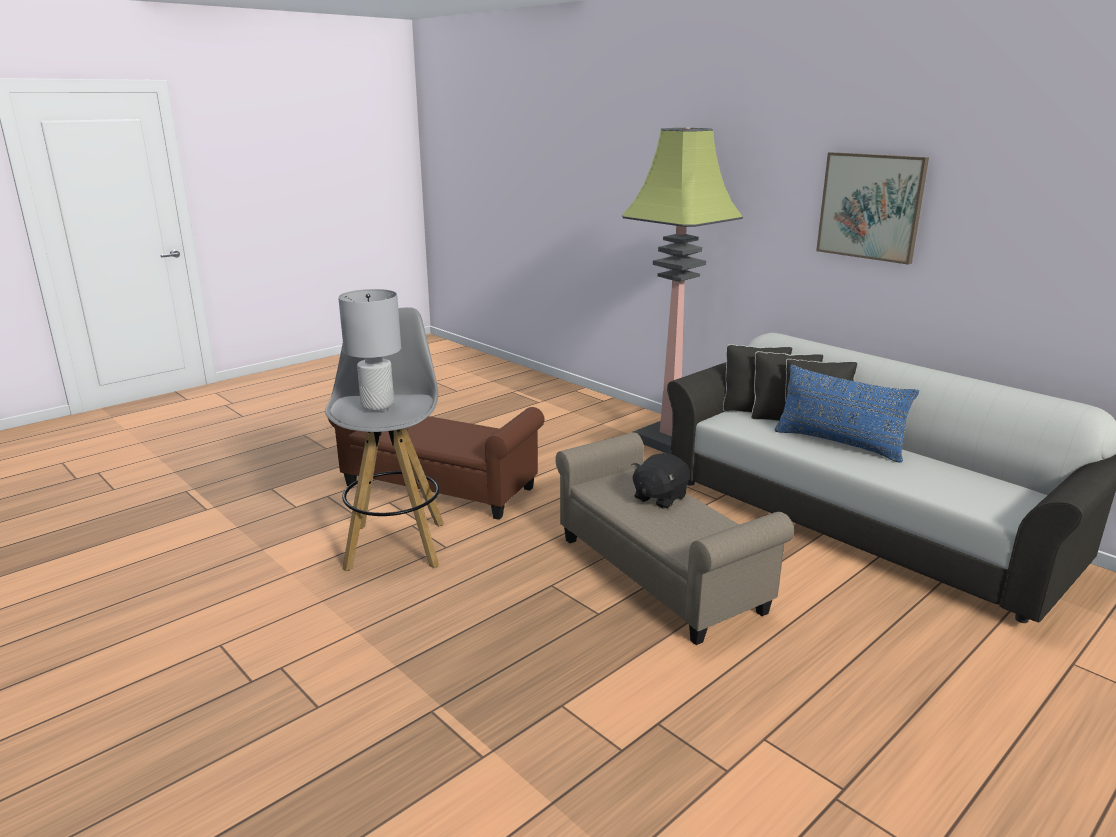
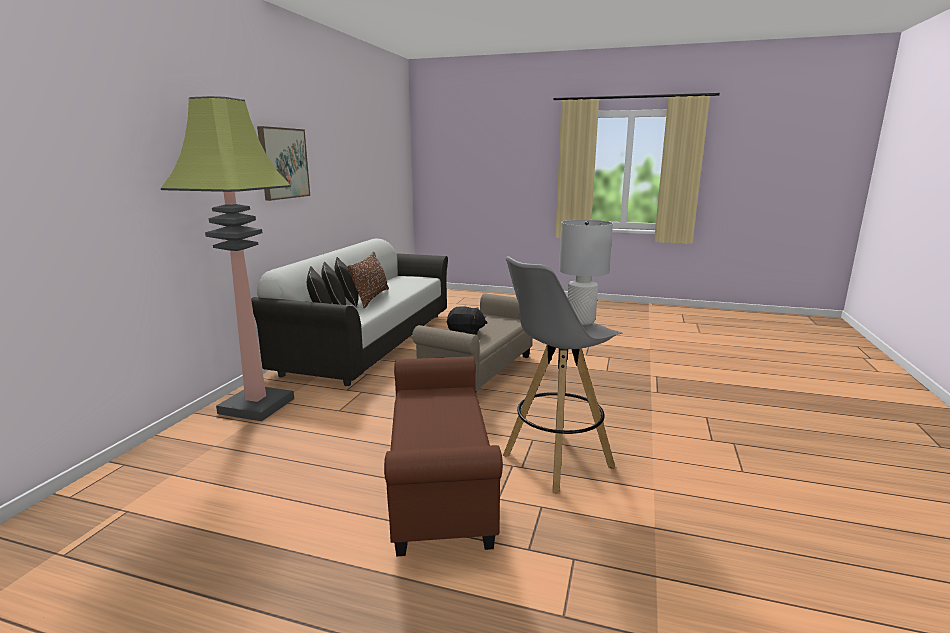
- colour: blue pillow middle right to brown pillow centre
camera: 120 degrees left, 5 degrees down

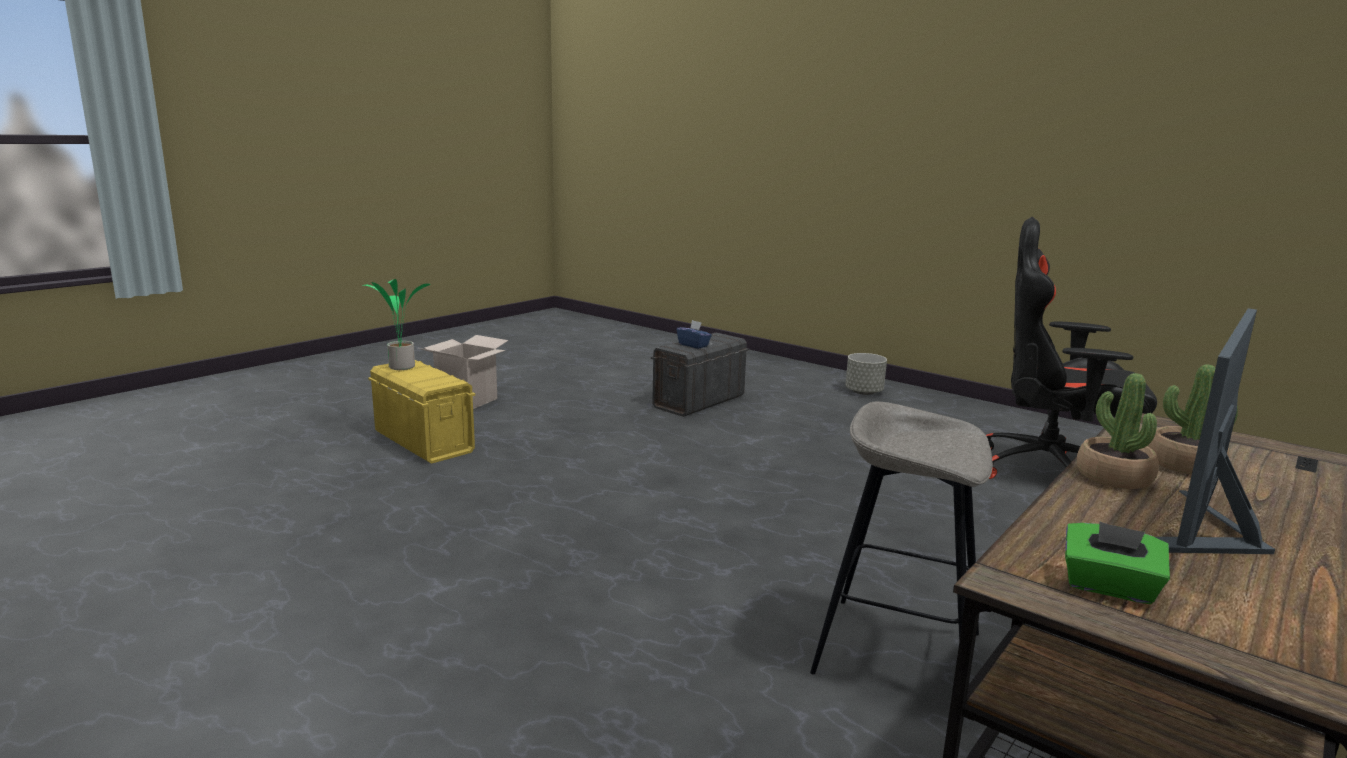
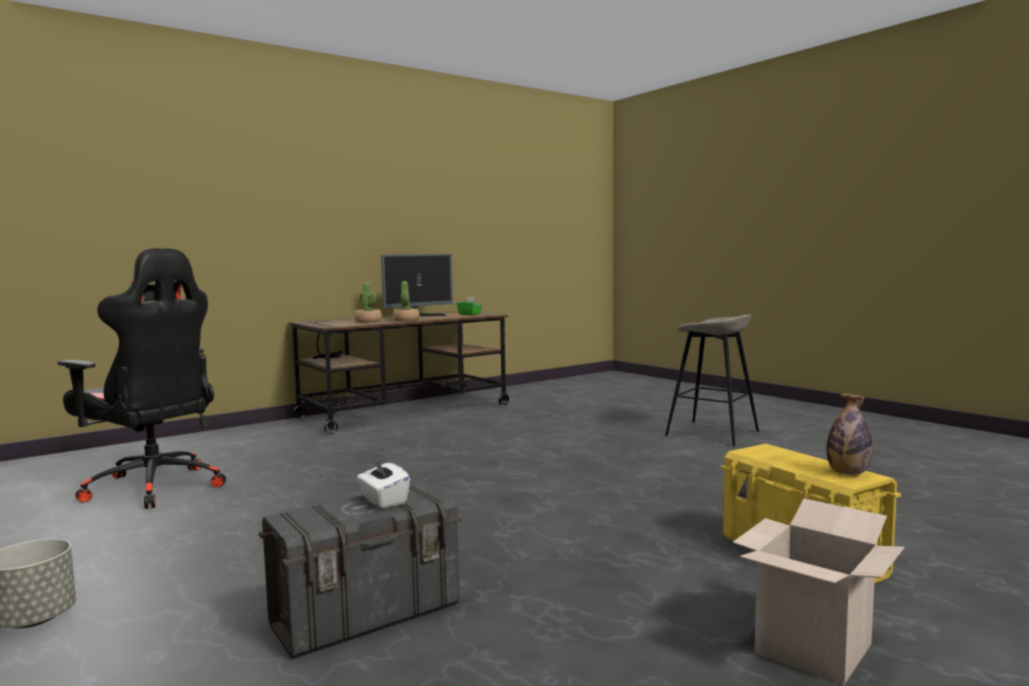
- relocated: grey stool bottom right to middle right
- exchanged: potted plant (no. 1 from left) middle left to bottle middle right
- colour: blue tissue box centre to white tissue box bottom centre
camera: 165 degrees left, 10 degrees down

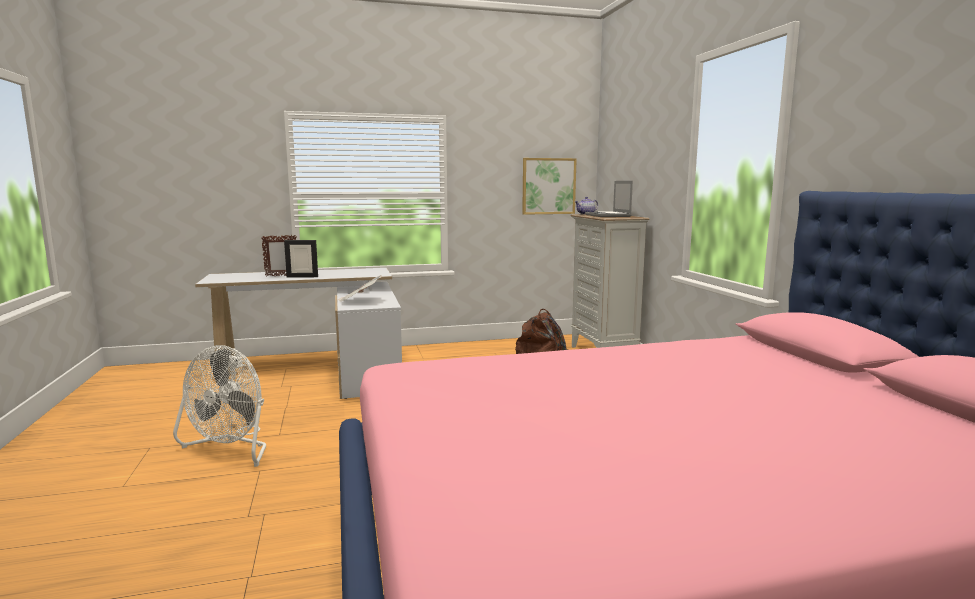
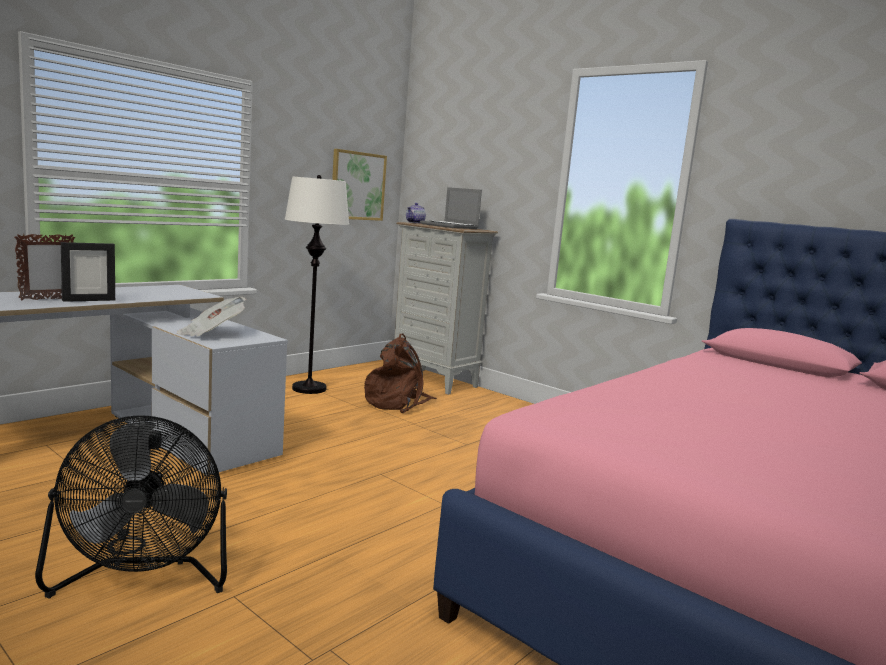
- appeared: white floor lamp centre
- colour: white fan bottom left to black fan bottom left
camera: 35 degrees left, 0 degrees up

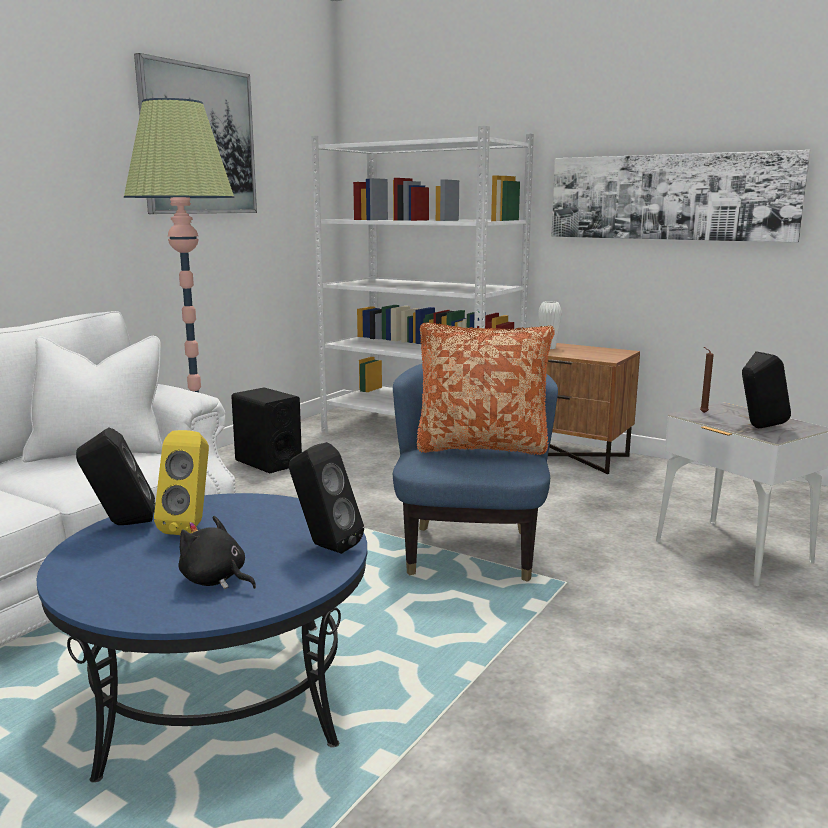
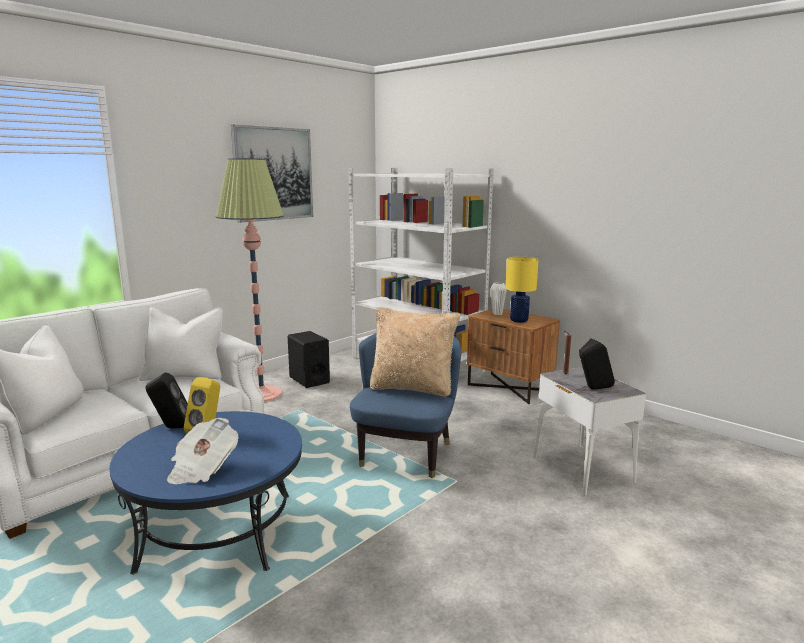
- missing: black speaker (no. 3 from left) centre
- missing: picture (no. 2 from left) top right
- appeared: yellow table lamp centre
- exchanged: black plush toy bottom left to newspaper bottom left
- colour: orange pillow centre to beige pillow centre
camera: 10 degrees right, 0 degrees up

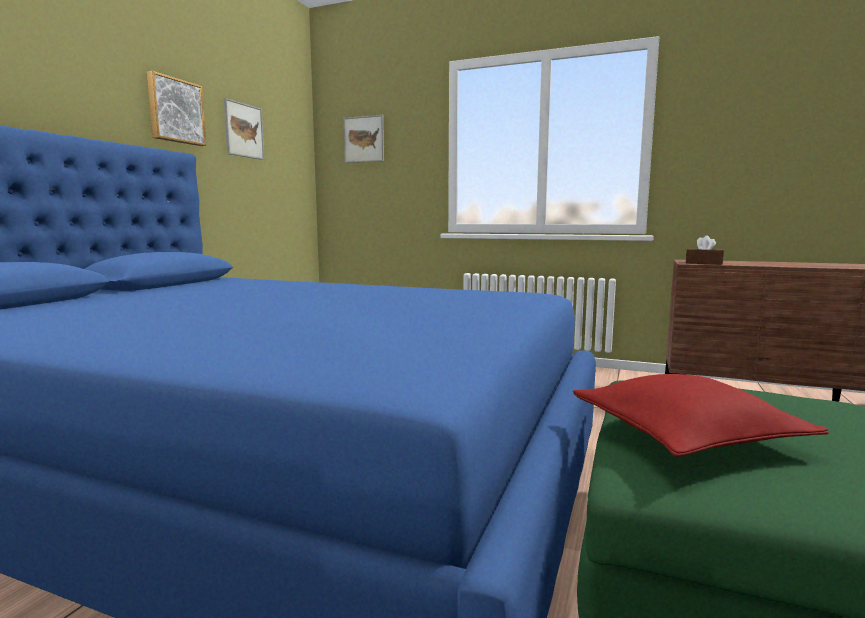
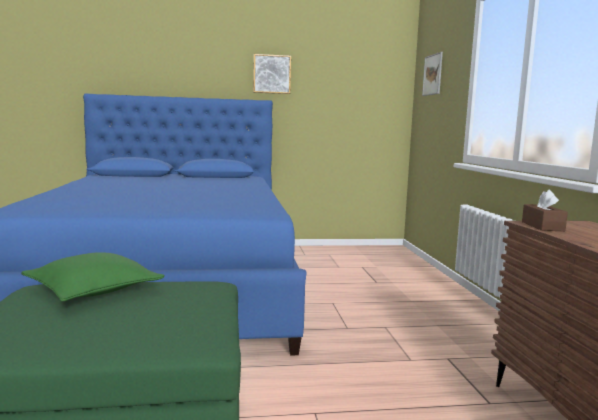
- missing: picture (no. 2 from left) top left
- colour: red pillow bottom right to green pillow middle left
camera: 60 degrees right, 0 degrees up

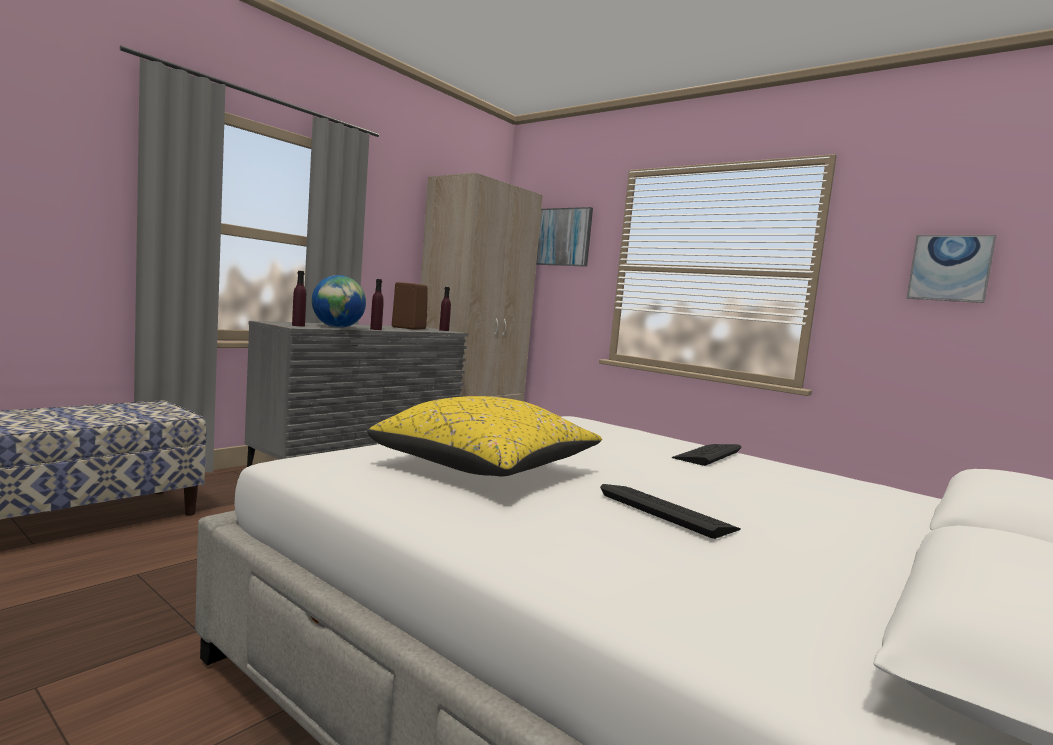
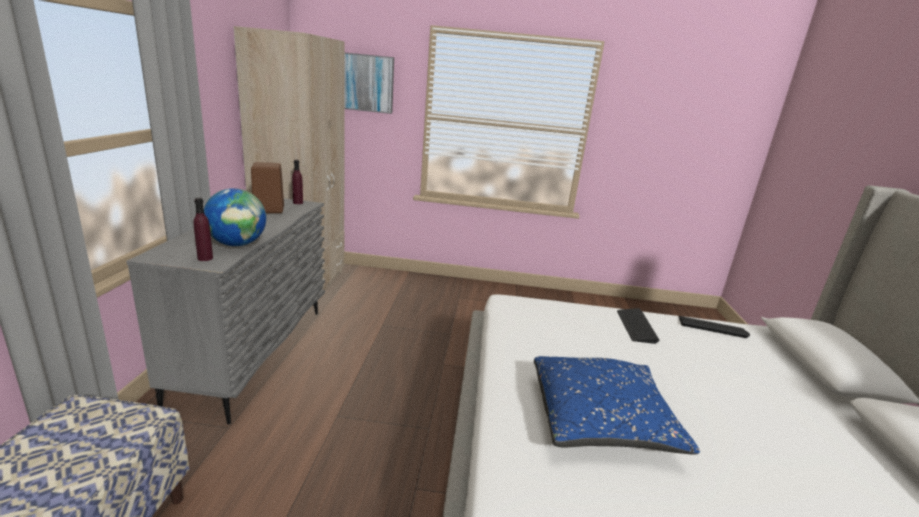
- missing: purple bottle (no. 2 from left) centre
- missing: picture (no. 2 from left) middle right
- relocated: keyboard (no. 1 from left in the first image) bottom centre to keyboard (no. 2 from left) middle right
- colour: yellow pillow centre to blue pillow bottom right
camera: 35 degrees left, 15 degrees up

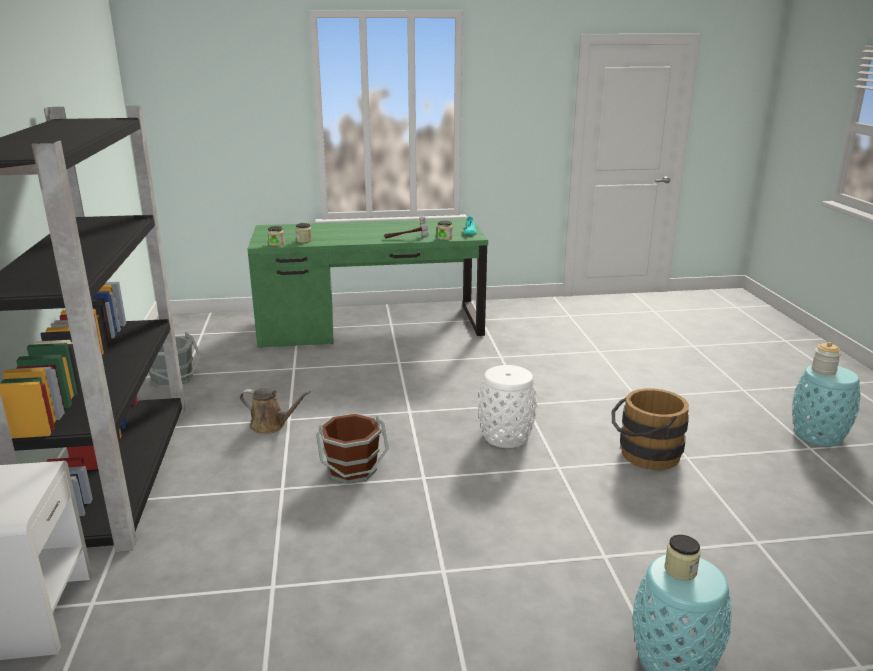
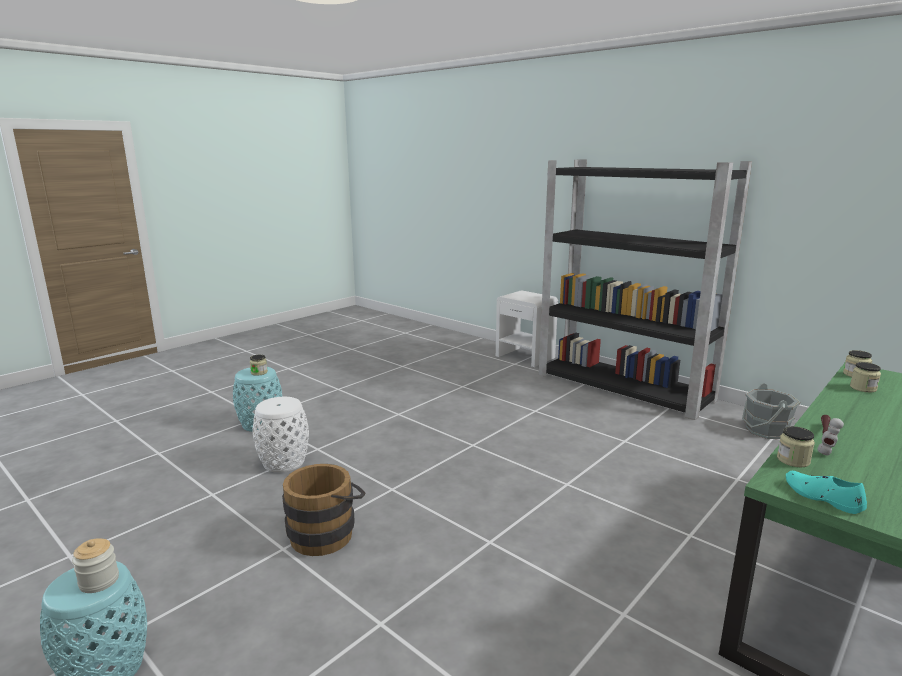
- missing: brown watering can middle left
- missing: brown bucket (no. 1 from left) bottom centre
- relocated: white stool centre to middle left
camera: 140 degrees right, 5 degrees down

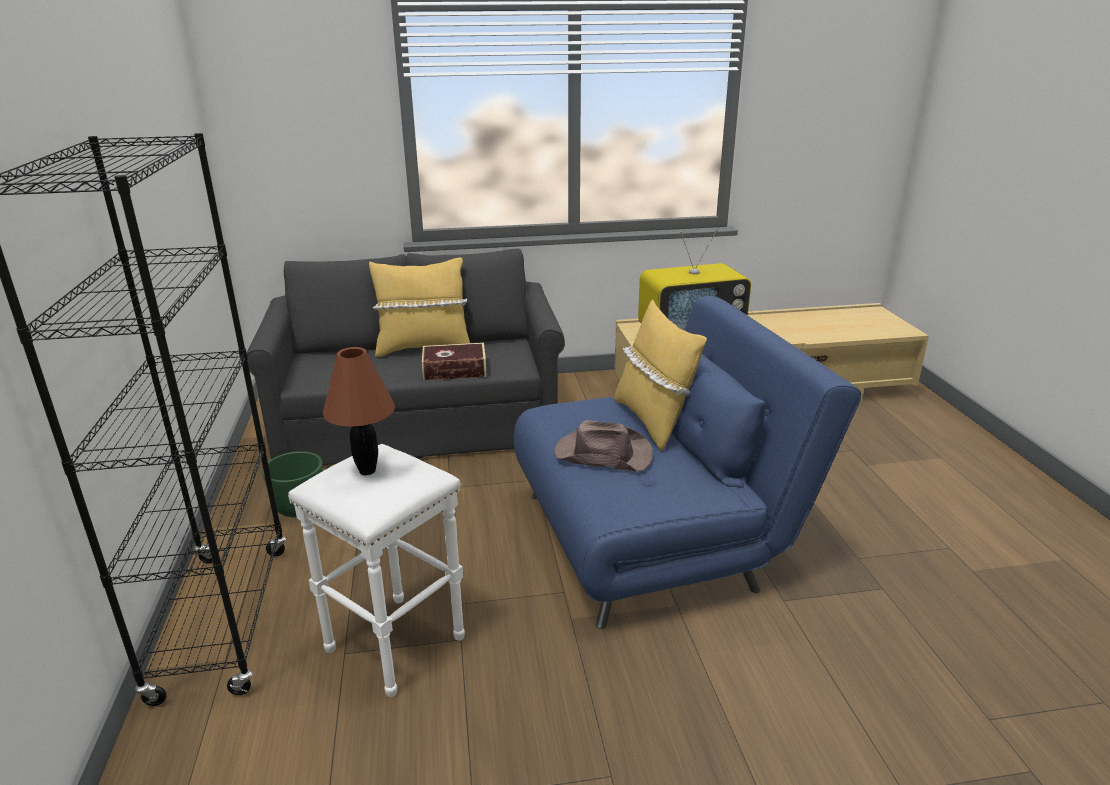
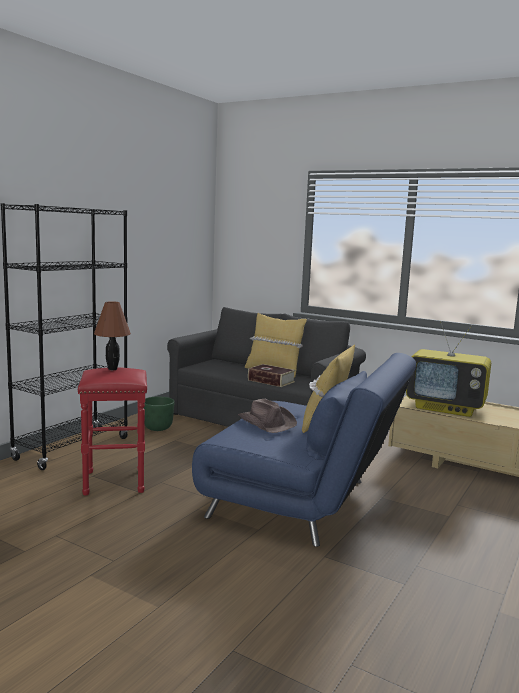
- colour: white stool bottom centre to red stool middle left
camera: 40 degrees right, 15 degrees down

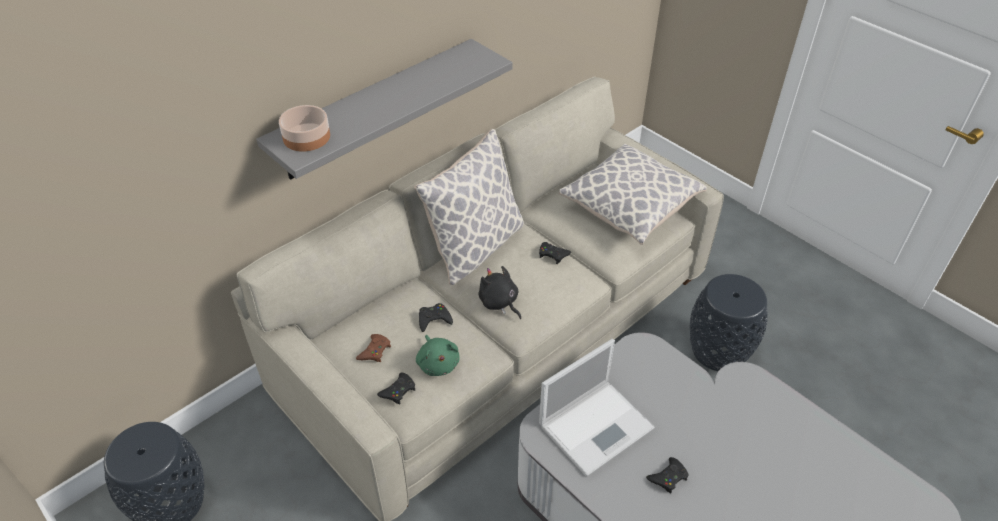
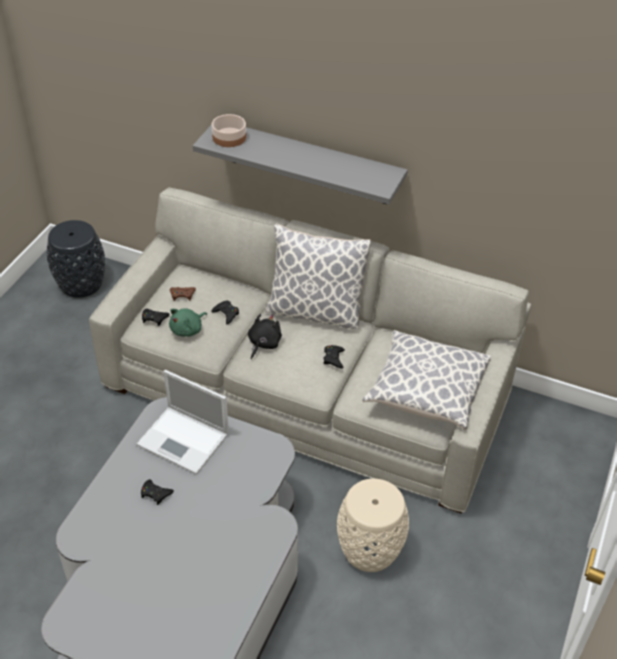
- colour: black stool (no. 2 from left) middle right to beige stool bottom centre
camera: 65 degrees right, 0 degrees up

